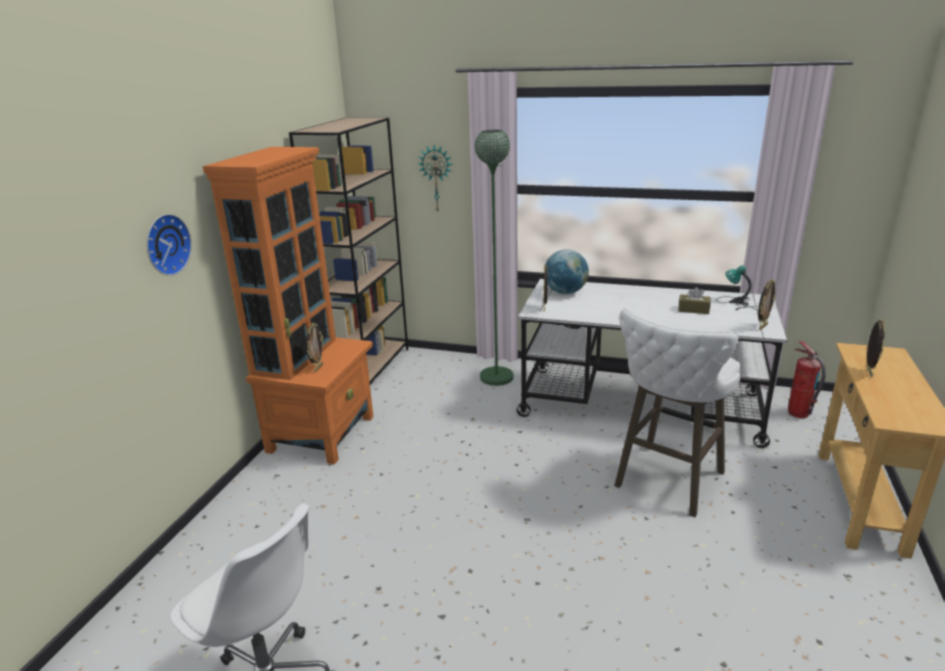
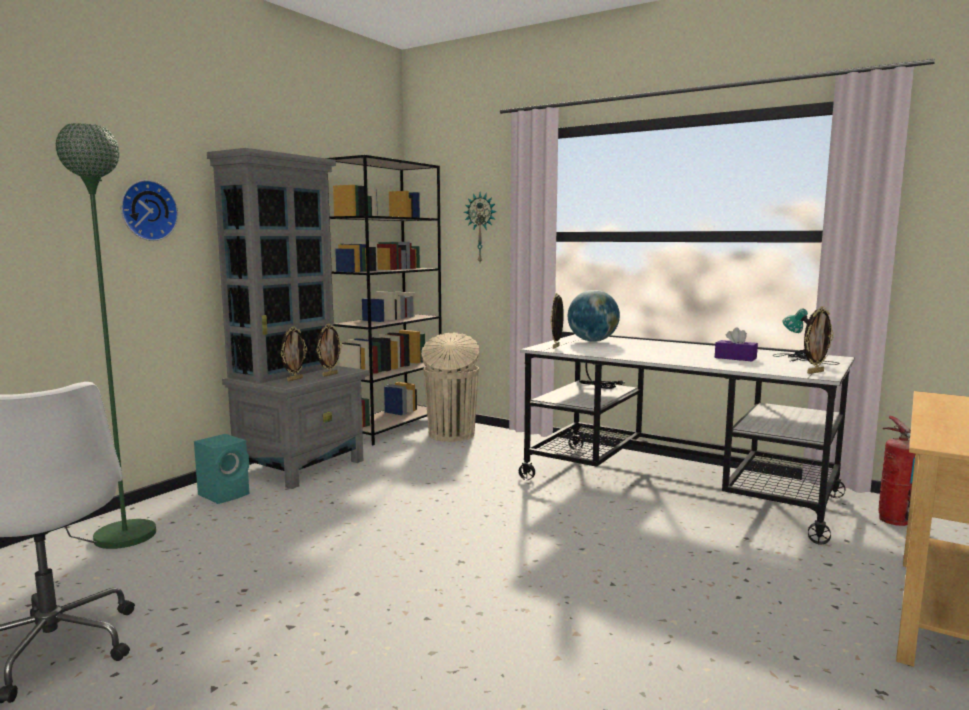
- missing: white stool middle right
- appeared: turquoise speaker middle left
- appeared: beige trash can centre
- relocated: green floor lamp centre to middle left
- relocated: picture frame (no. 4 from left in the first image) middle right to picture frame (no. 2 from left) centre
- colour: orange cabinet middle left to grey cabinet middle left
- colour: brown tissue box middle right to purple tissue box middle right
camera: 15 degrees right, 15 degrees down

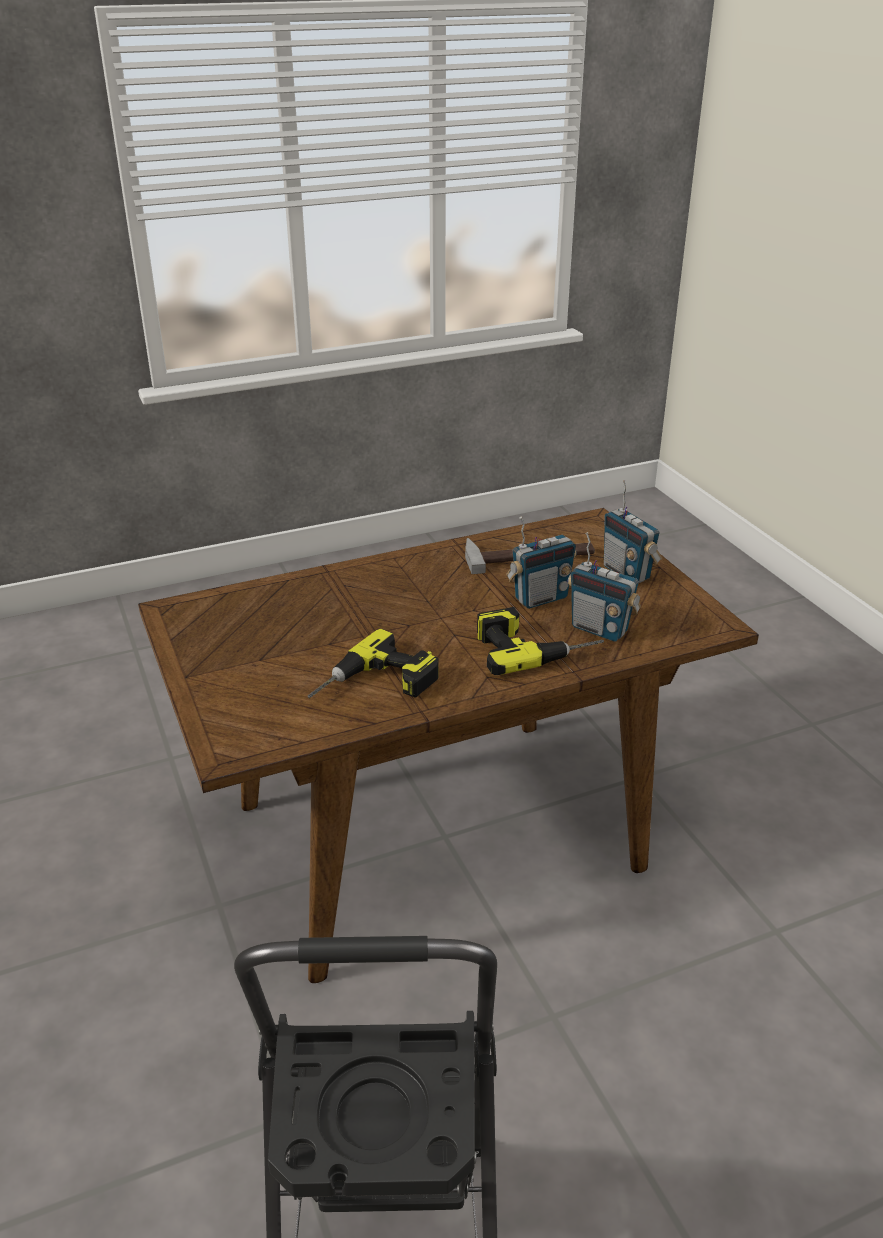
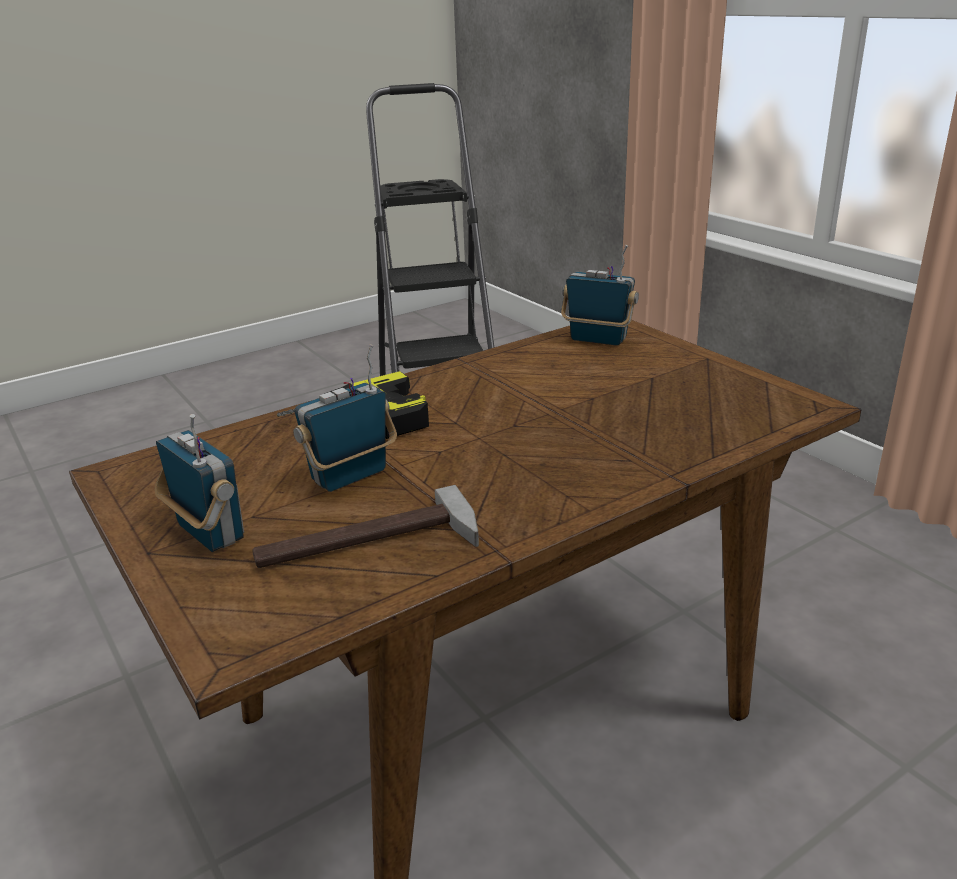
- missing: power drill (no. 1 from left) centre
- relocated: radio (no. 2 from left in the first image) middle right to radio (no. 3 from left) centre
camera: 170 degrees right, 5 degrees down

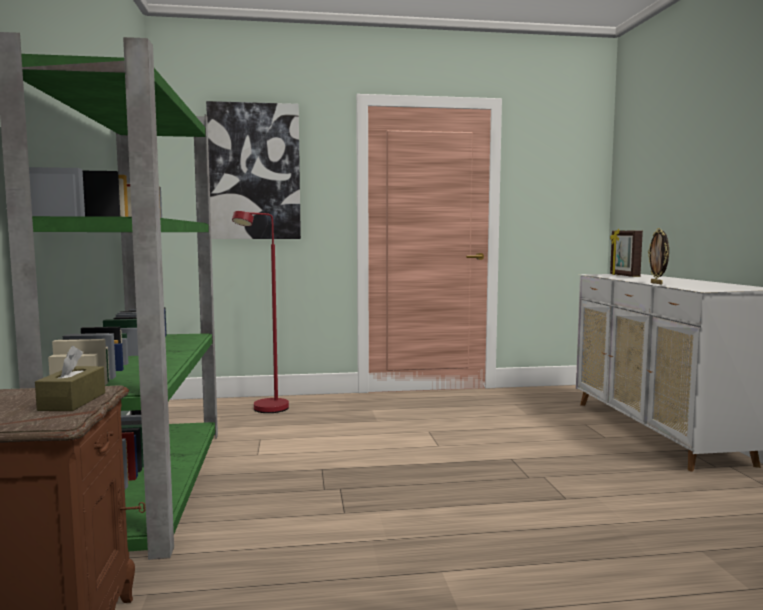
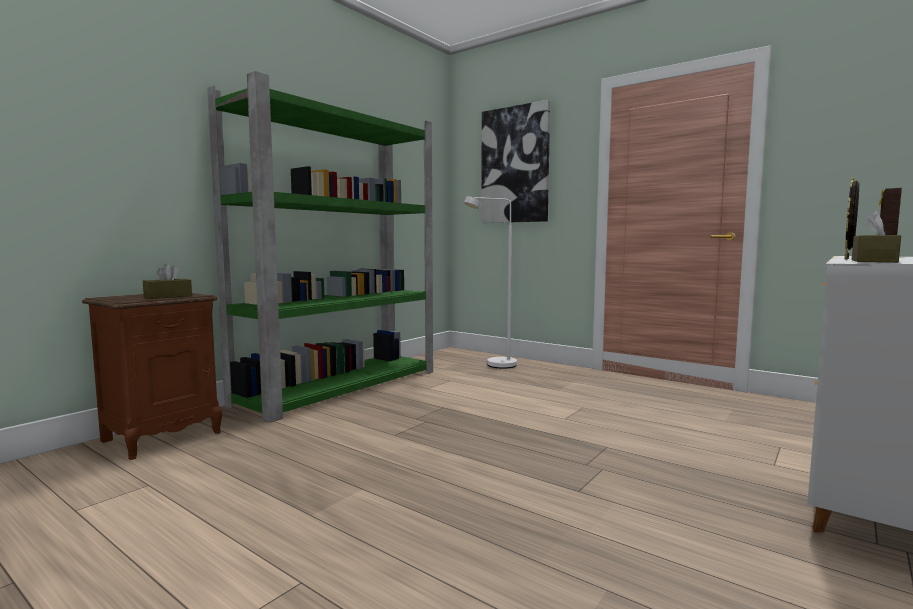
- appeared: brown tissue box (no. 2 from left) middle right
- colour: red floor lamp centre to white floor lamp centre
camera: 45 degrees right, 0 degrees up

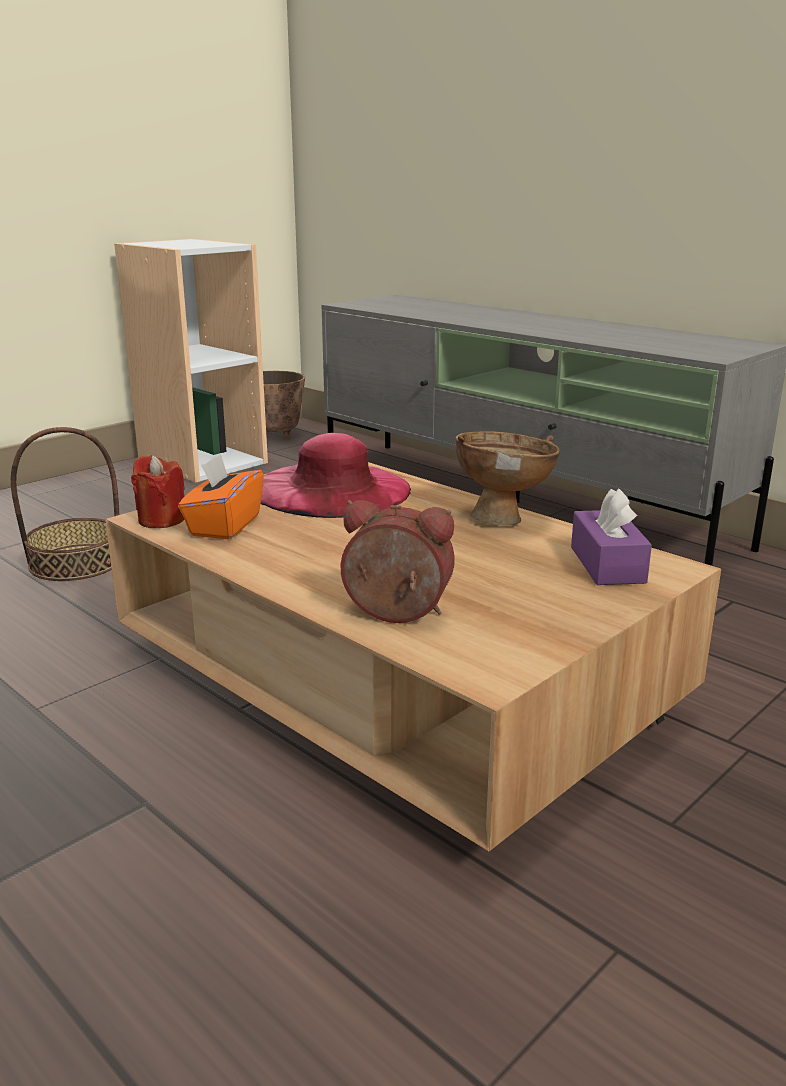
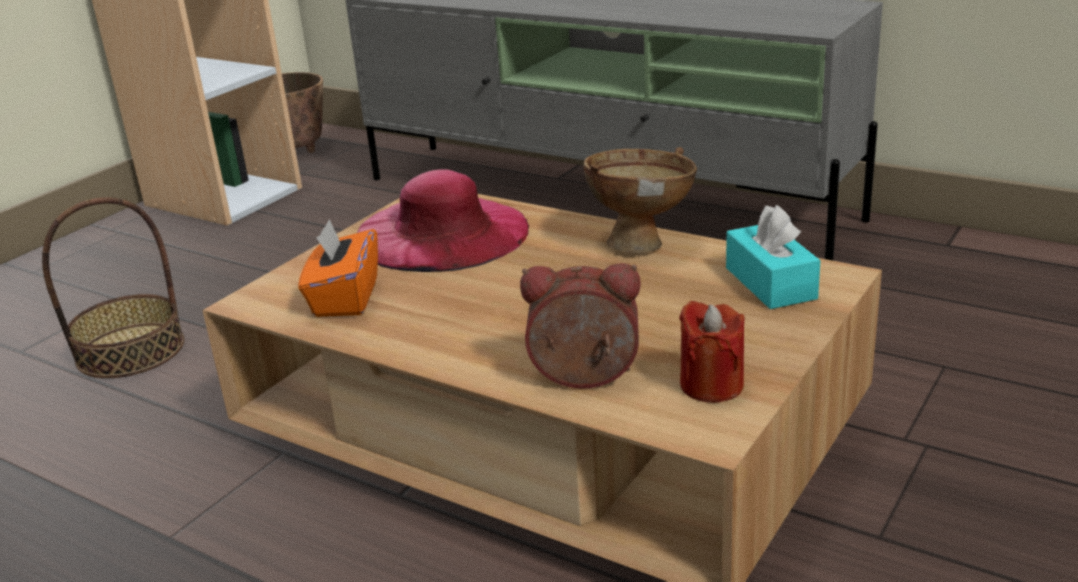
- relocated: red candle middle left to centre
- colour: purple tissue box middle right to turquoise tissue box middle right
camera: 10 degrees left, 5 degrees up

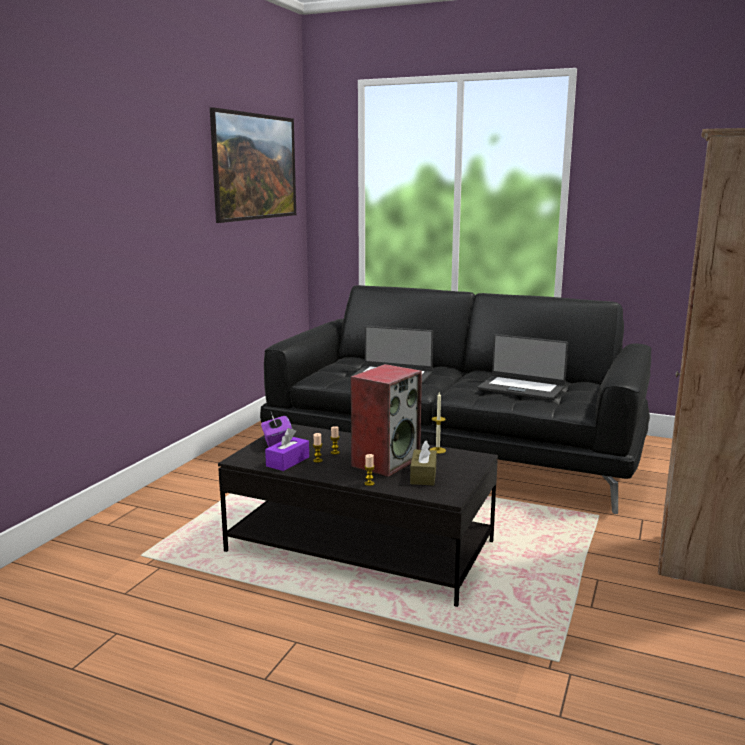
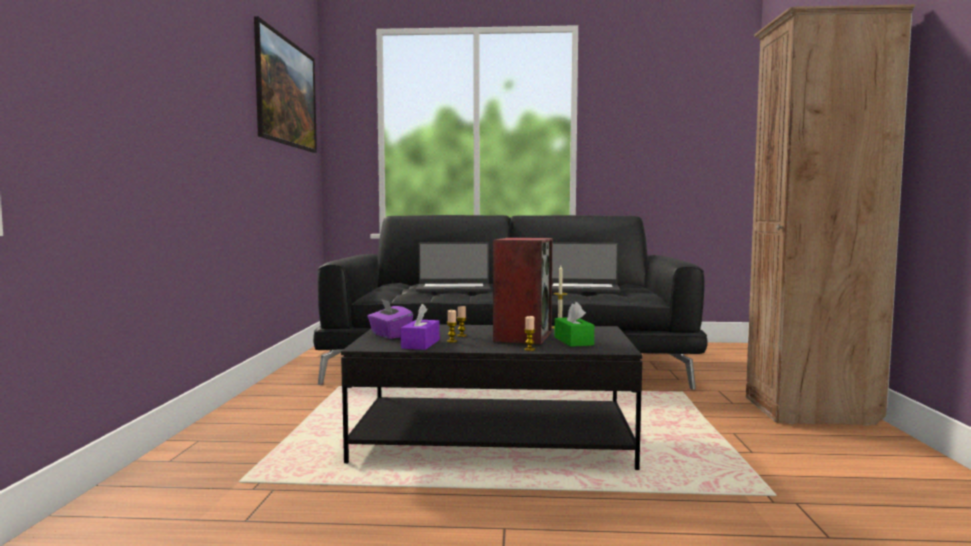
- colour: brown tissue box centre to green tissue box centre
camera: 20 degrees left, 10 degrees down

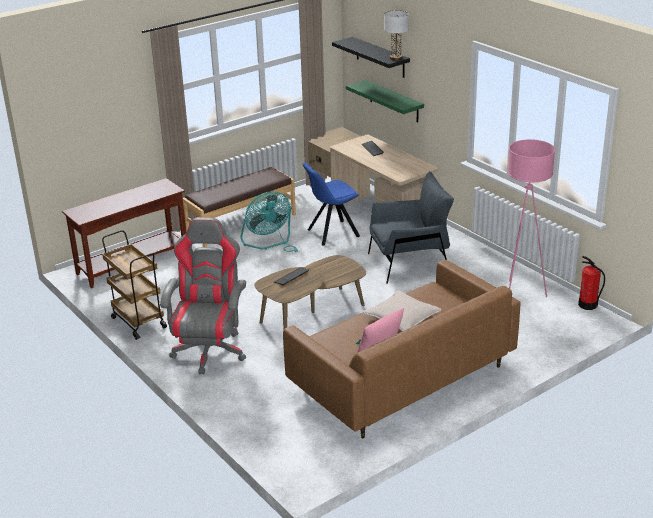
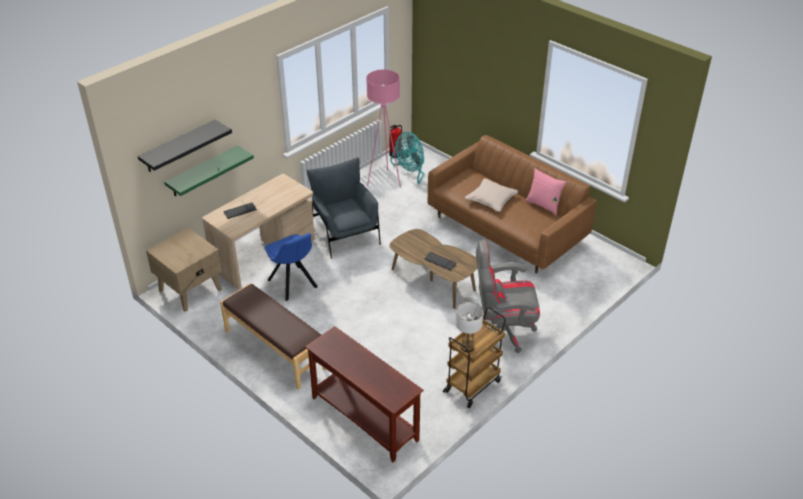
- relocated: turquoise fan centre to top centre
- relocated: table lamp top centre to centre
camera: 100 degrees left, 10 degrees up

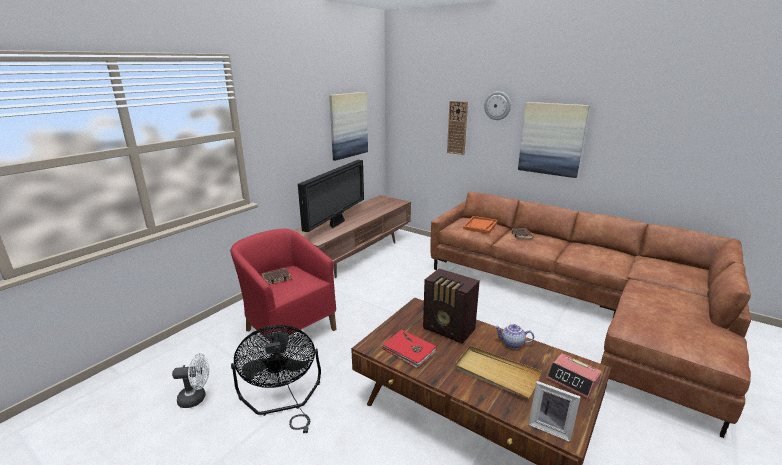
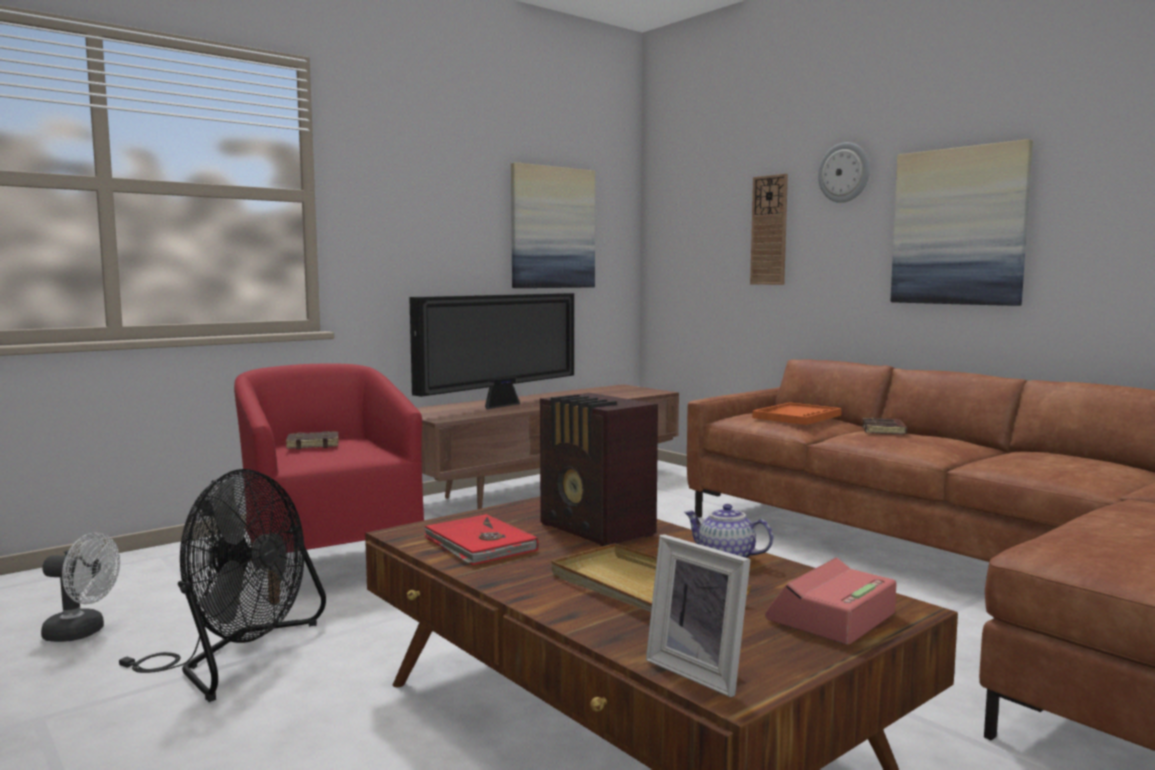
- spun: black fan bottom centre = bottom left 105 degrees clockwise
- spun: alarm clock bottom right = bottom right 75 degrees clockwise
camera: 15 degrees right, 15 degrees down

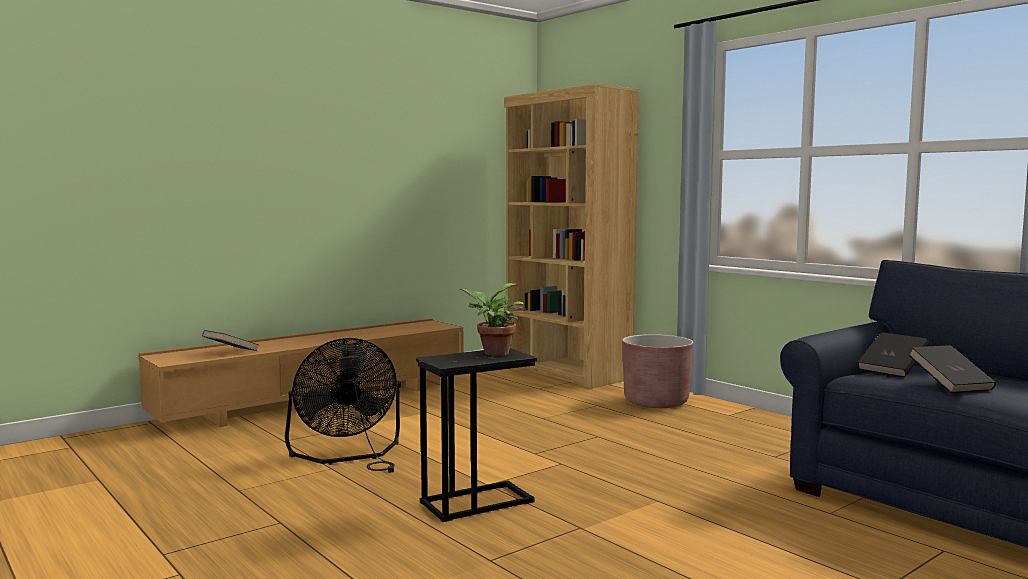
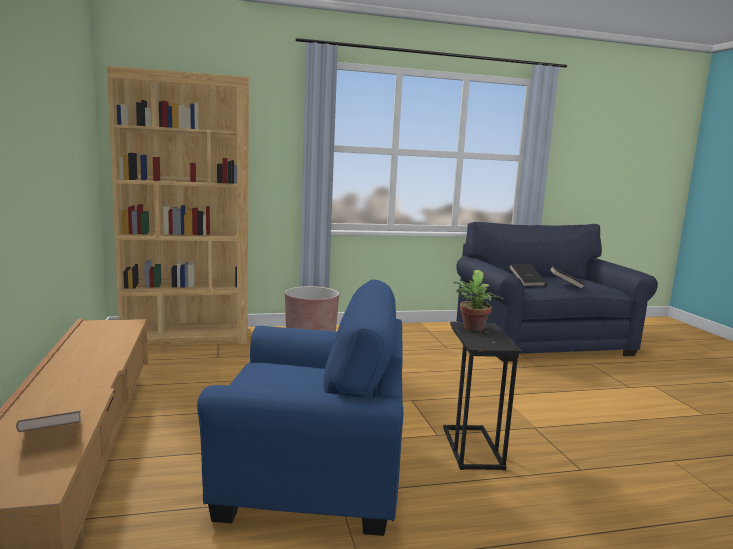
- exchanged: black fan bottom centre to blue armchair bottom centre
camera: 65 degrees left, 5 degrees up

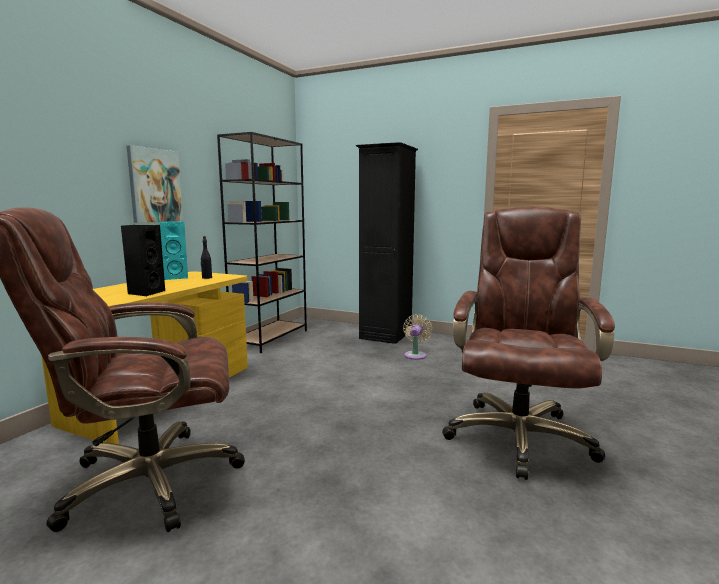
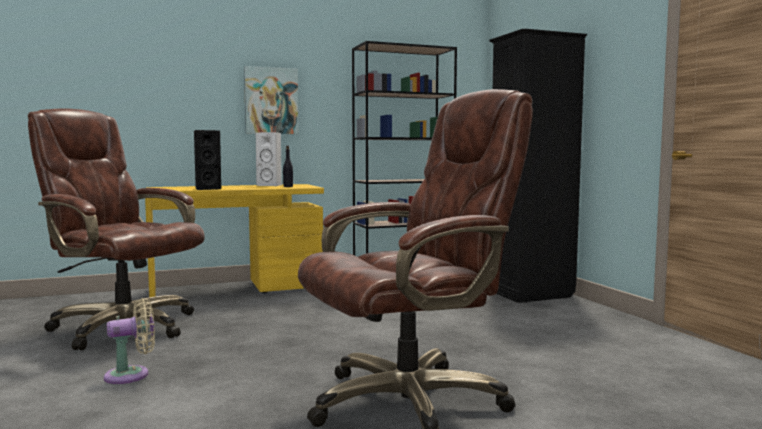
- relocated: beige fan centre to bottom left
- colour: turquoise speaker middle left to white speaker centre
camera: 45 degrees right, 5 degrees down

